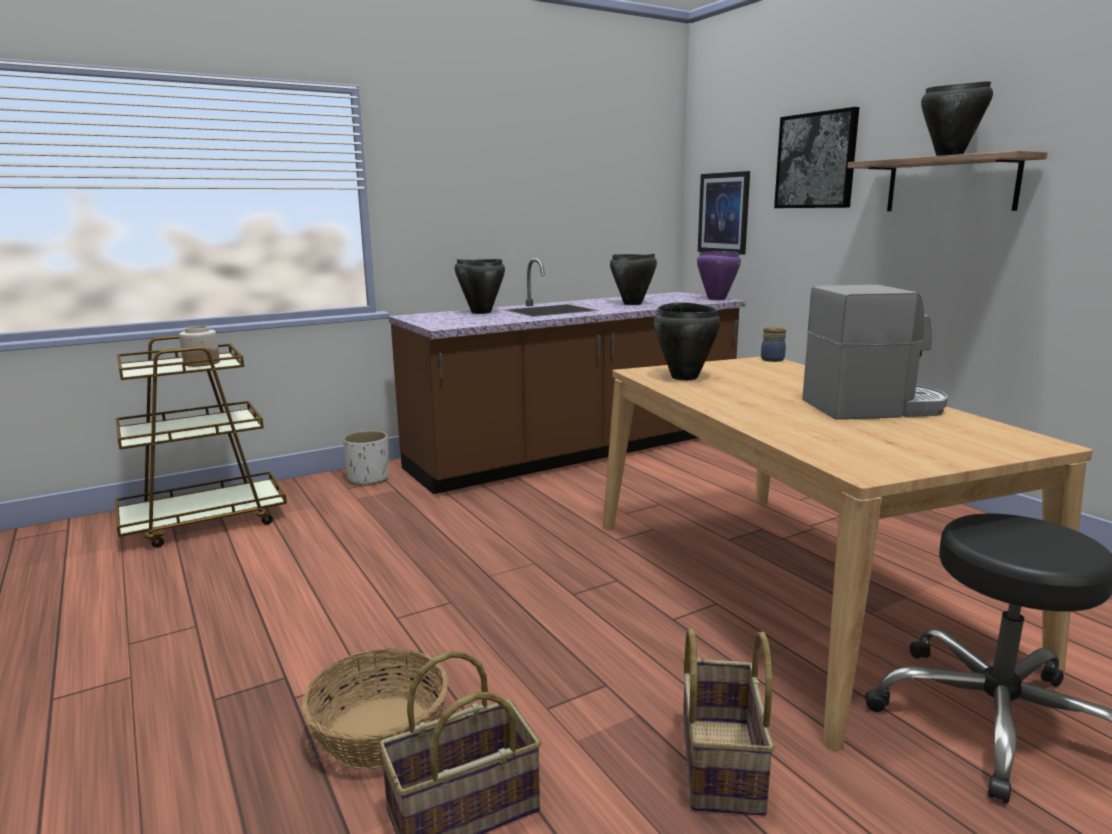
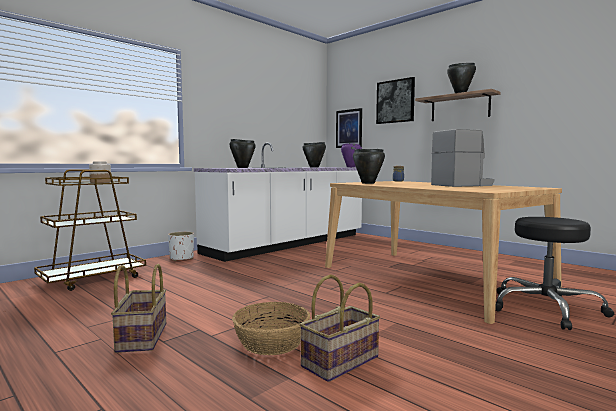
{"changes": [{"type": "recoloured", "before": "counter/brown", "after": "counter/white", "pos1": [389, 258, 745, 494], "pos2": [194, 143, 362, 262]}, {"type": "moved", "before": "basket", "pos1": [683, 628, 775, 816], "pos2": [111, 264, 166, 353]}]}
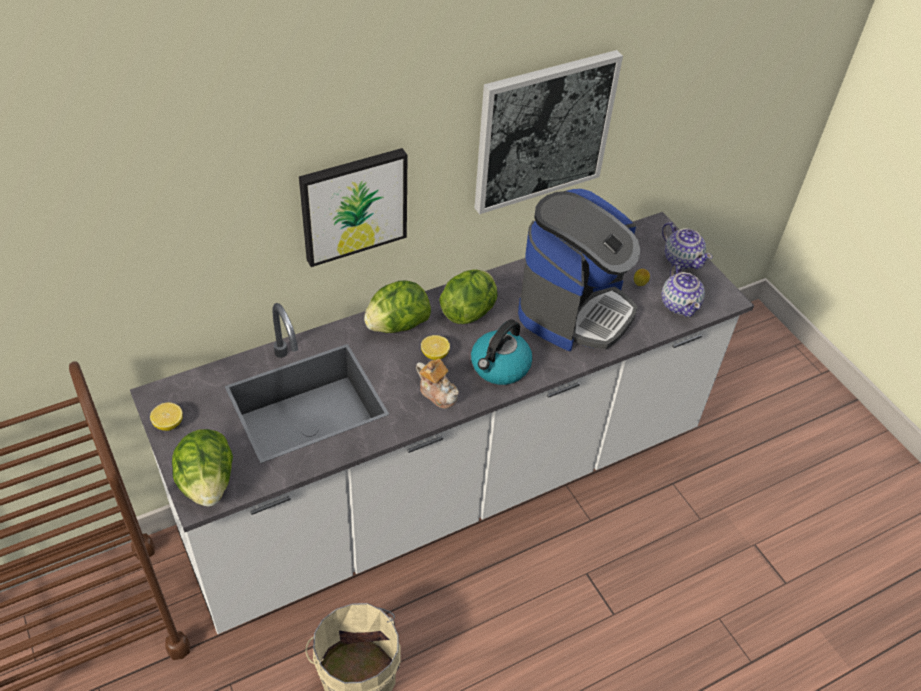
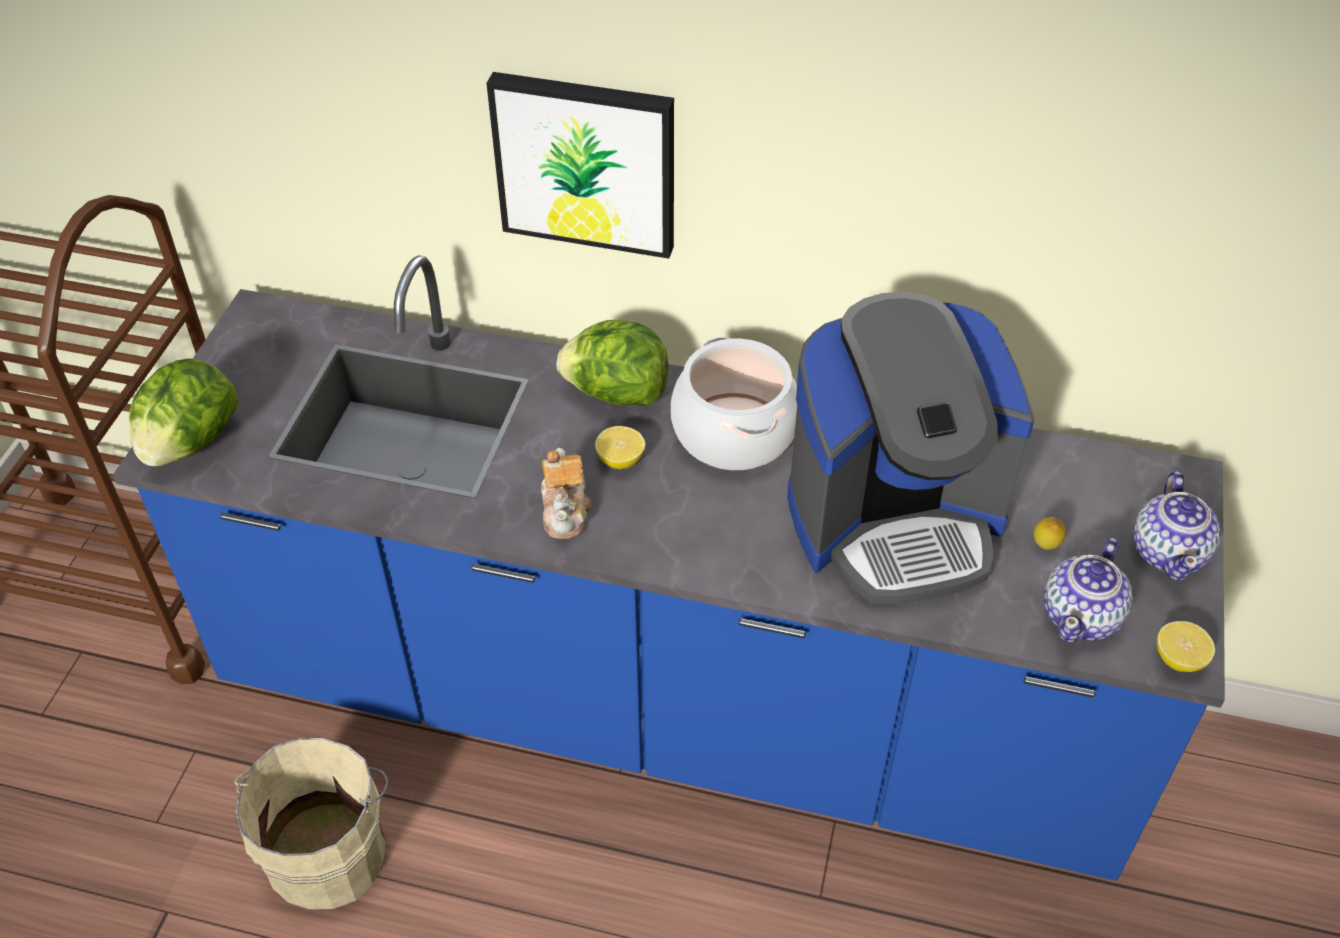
{"changes": [{"type": "removed", "before": "picture", "pos1": [474, 50, 623, 214]}, {"type": "recoloured", "before": "counter/white", "after": "counter/blue", "pos1": [130, 212, 754, 634], "pos2": [113, 255, 1225, 881]}, {"type": "replaced", "before": "lettuce", "after": "cooking pot", "pos1": [439, 269, 498, 324], "pos2": [671, 337, 797, 470]}, {"type": "removed", "before": "kettle", "pos1": [471, 319, 532, 385]}, {"type": "moved", "before": "lemon", "pos1": [150, 402, 183, 431], "pos2": [1157, 621, 1215, 672]}]}
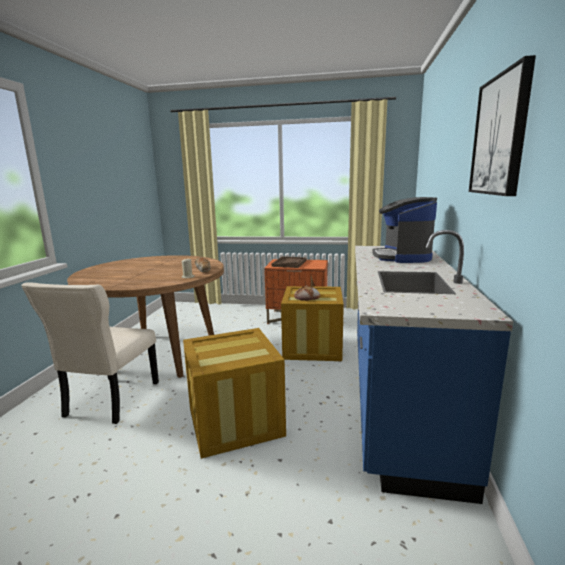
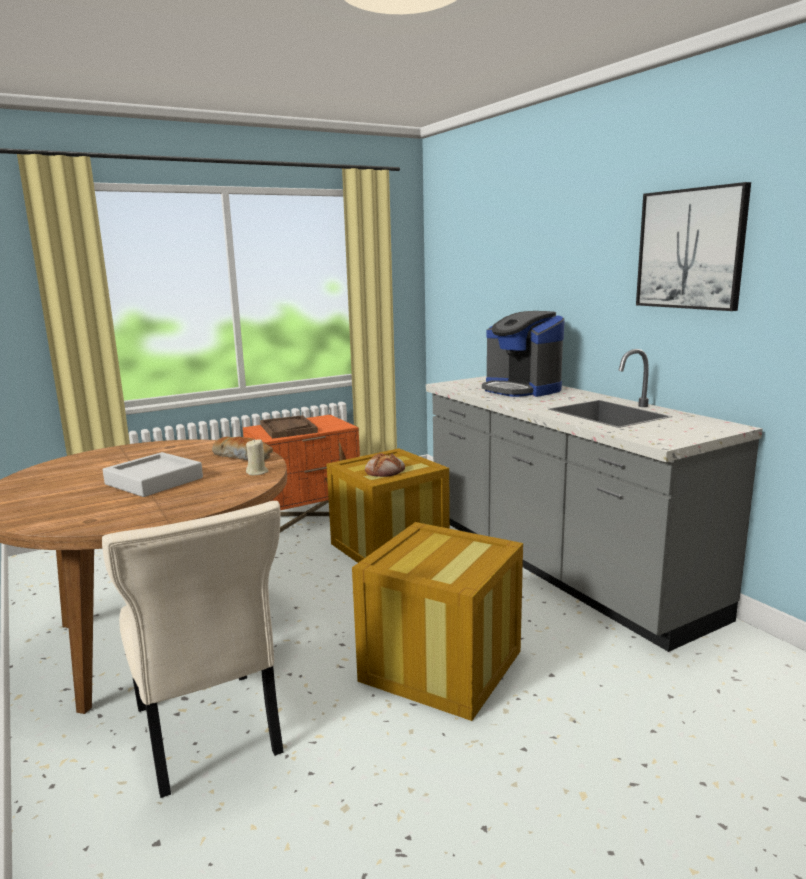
{"changes": [{"type": "recoloured", "before": "counter/blue", "after": "counter/grey", "pos1": [355, 230, 514, 504], "pos2": [426, 349, 763, 652]}, {"type": "added", "after": "tray/grey", "pos2": [103, 452, 203, 497]}]}
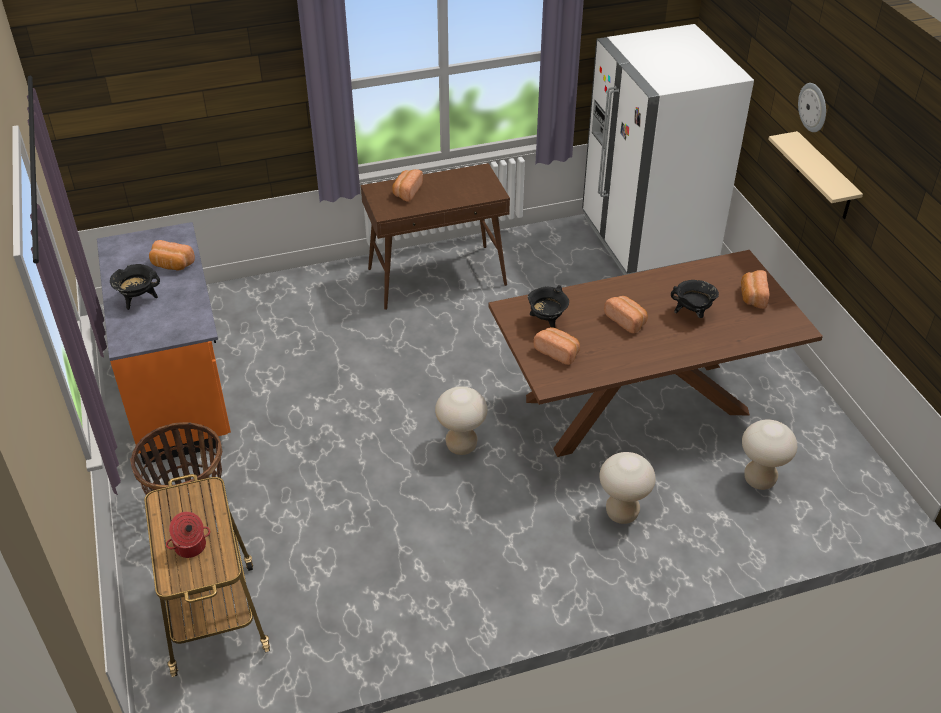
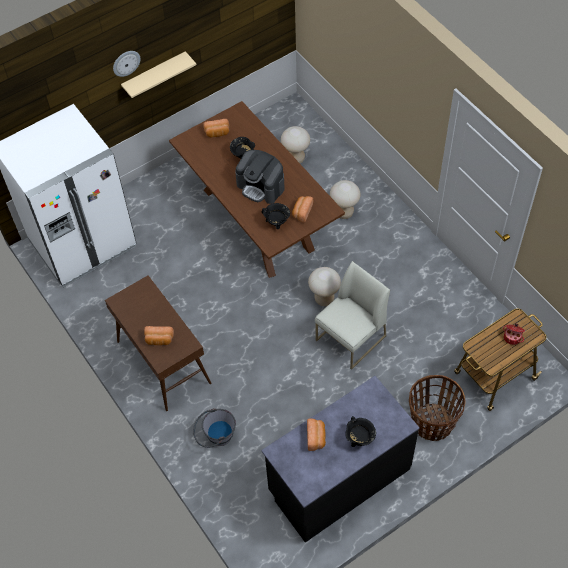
{"changes": [{"type": "recoloured", "before": "counter/orange", "after": "counter/black", "pos1": [97, 222, 231, 464], "pos2": [261, 376, 419, 543]}, {"type": "replaced", "before": "bread", "after": "coffee machine", "pos1": [604, 296, 648, 334], "pos2": [235, 150, 285, 204]}, {"type": "added", "after": "chair/white", "pos2": [315, 261, 390, 370]}, {"type": "added", "after": "bucket/grey", "pos2": [193, 408, 236, 448]}]}
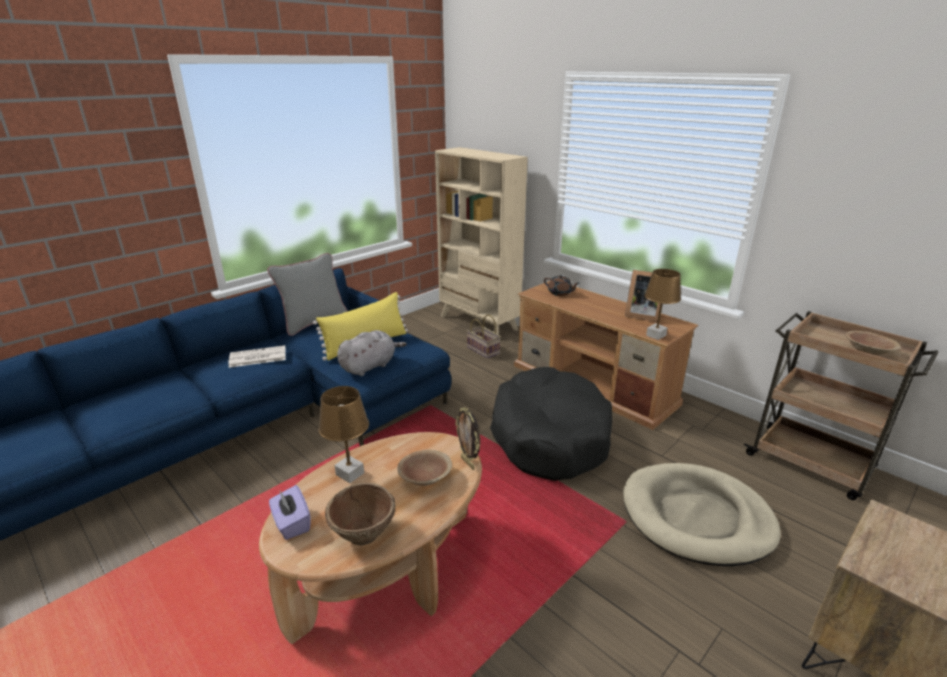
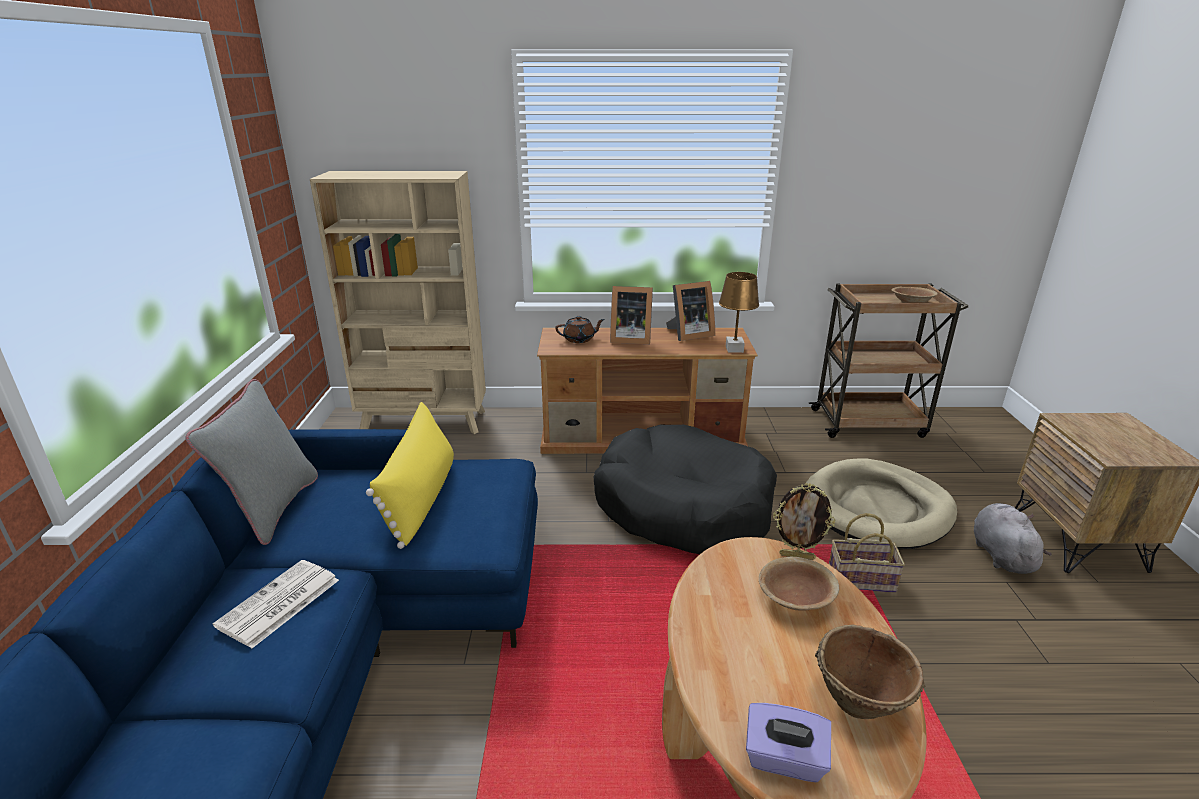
{"changes": [{"type": "moved", "before": "basket", "pos1": [466, 314, 501, 358], "pos2": [829, 513, 905, 593]}, {"type": "moved", "before": "plush toy/grey", "pos1": [337, 330, 407, 376], "pos2": [974, 503, 1052, 574]}, {"type": "removed", "before": "table lamp/brown", "pos1": [318, 386, 369, 483]}, {"type": "added", "after": "picture frame", "pos2": [610, 286, 653, 344]}]}
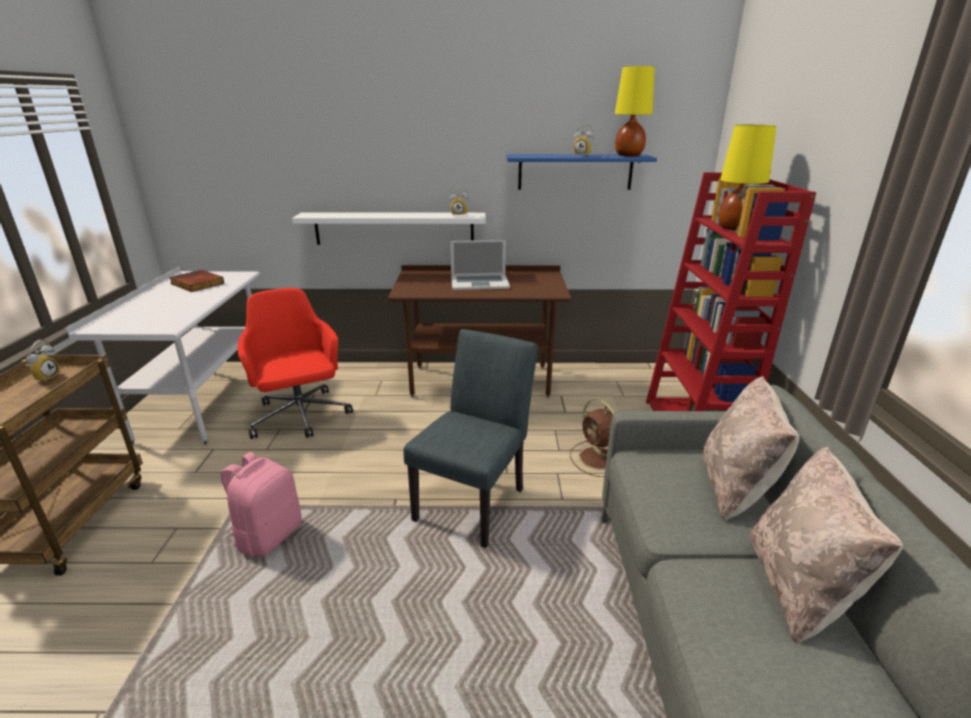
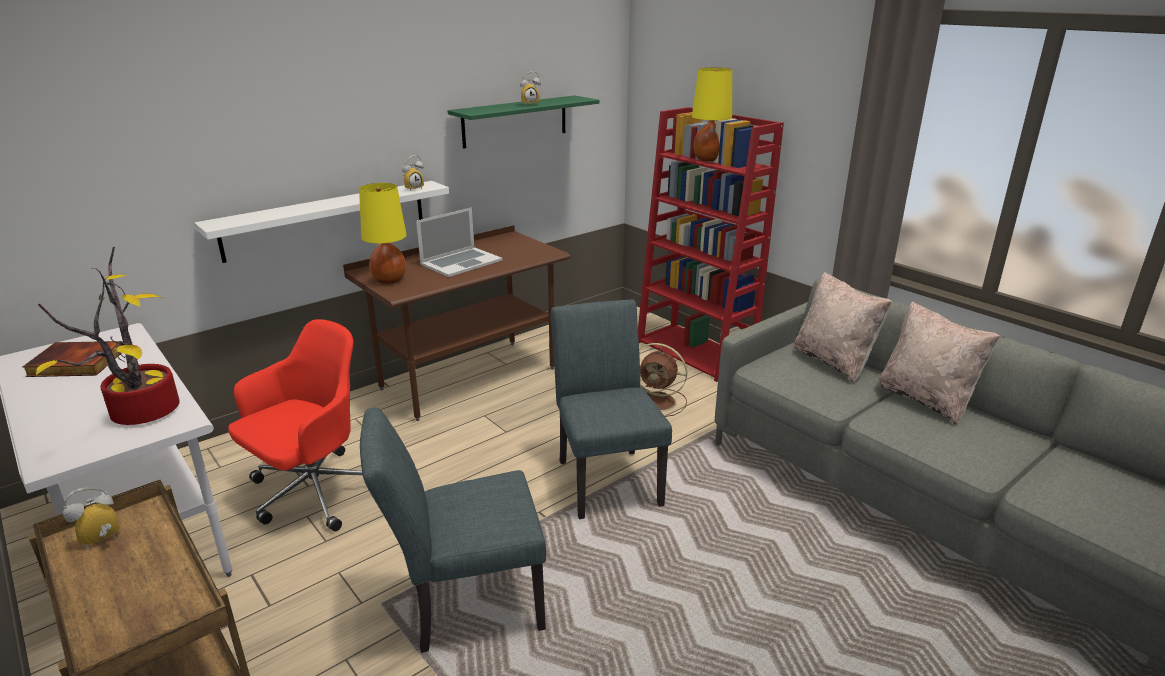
{"changes": [{"type": "moved", "before": "table lamp/yellow", "pos1": [615, 66, 655, 157], "pos2": [359, 183, 407, 284]}, {"type": "recoloured", "before": "shelf/blue", "after": "shelf/green", "pos1": [506, 154, 657, 190], "pos2": [448, 95, 599, 149]}, {"type": "turned", "before": "office chair/red", "pos1": [238, 288, 353, 439], "pos2": [228, 319, 363, 531], "turn": 105}, {"type": "turned", "before": "alarm clock", "pos1": [25, 340, 60, 382], "pos2": [63, 487, 120, 550], "turn": -105}, {"type": "replaced", "before": "backpack/pink", "after": "chair/grey", "pos1": [221, 452, 302, 557], "pos2": [360, 407, 546, 653]}, {"type": "added", "after": "potted plant", "pos2": [36, 247, 180, 425]}]}
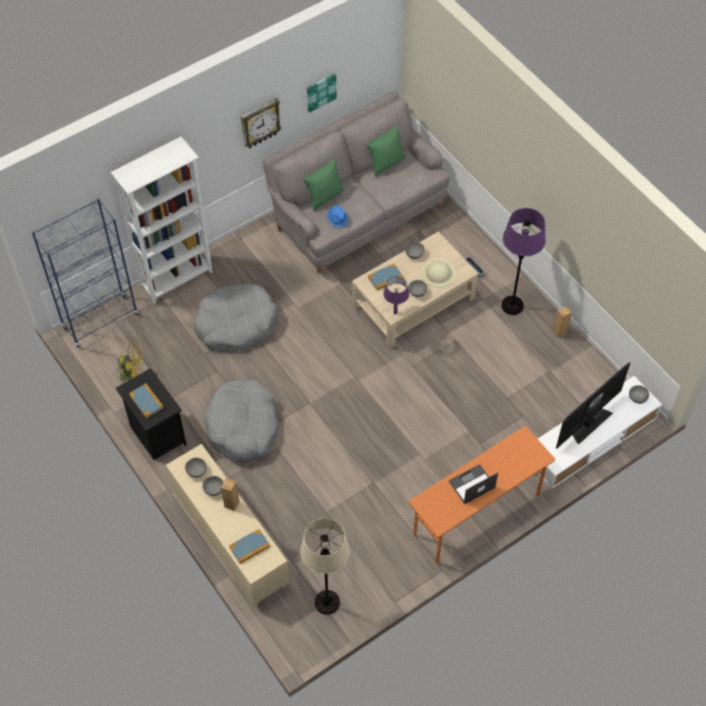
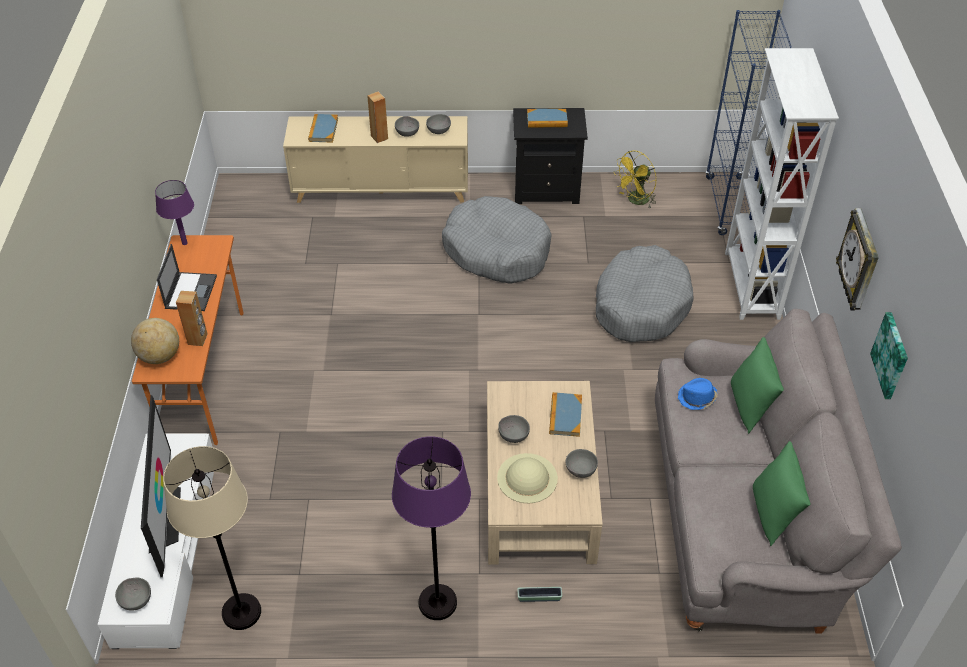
{"changes": [{"type": "moved", "before": "table lamp/purple", "pos1": [383, 276, 409, 315], "pos2": [155, 180, 194, 245]}, {"type": "moved", "before": "speaker/brown", "pos1": [553, 306, 572, 338], "pos2": [176, 291, 207, 346]}, {"type": "moved", "before": "floor lamp/beige", "pos1": [300, 518, 350, 615], "pos2": [163, 446, 261, 630]}, {"type": "added", "after": "globe", "pos2": [131, 318, 179, 364]}]}
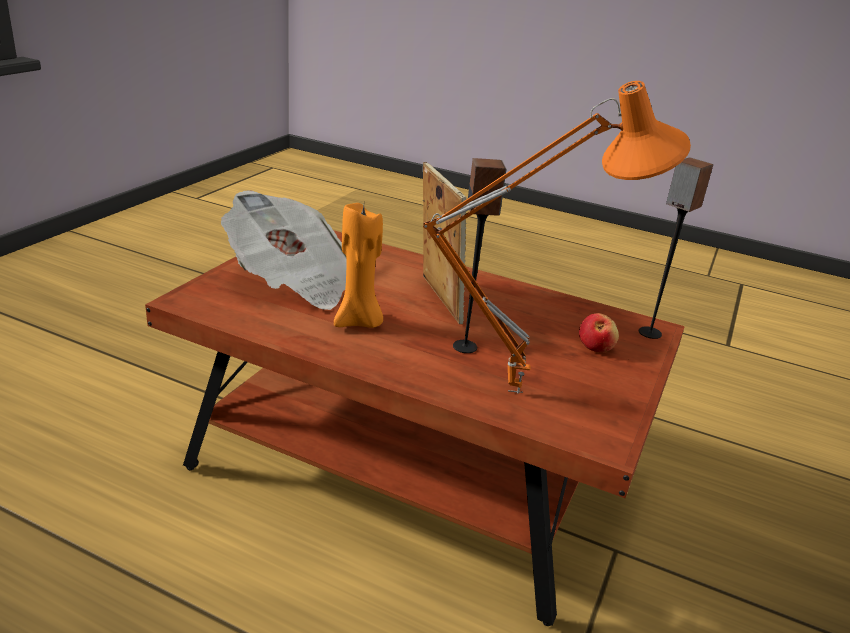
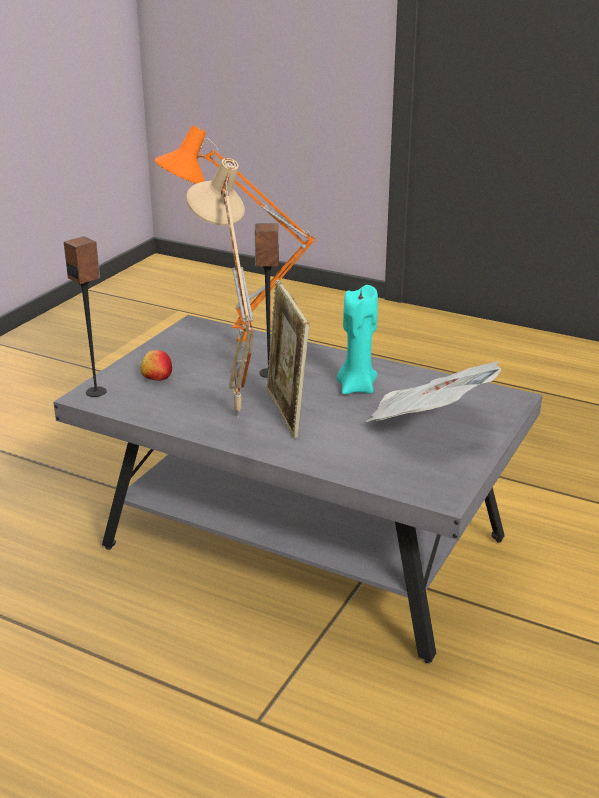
{"changes": [{"type": "recoloured", "before": "candle/orange", "after": "candle/turquoise", "pos1": [334, 203, 383, 328], "pos2": [337, 285, 378, 394]}, {"type": "recoloured", "before": "coffee table/brown", "after": "coffee table/grey", "pos1": [145, 230, 685, 626], "pos2": [53, 315, 542, 663]}, {"type": "added", "after": "table lamp/beige", "pos2": [186, 158, 254, 418]}]}
